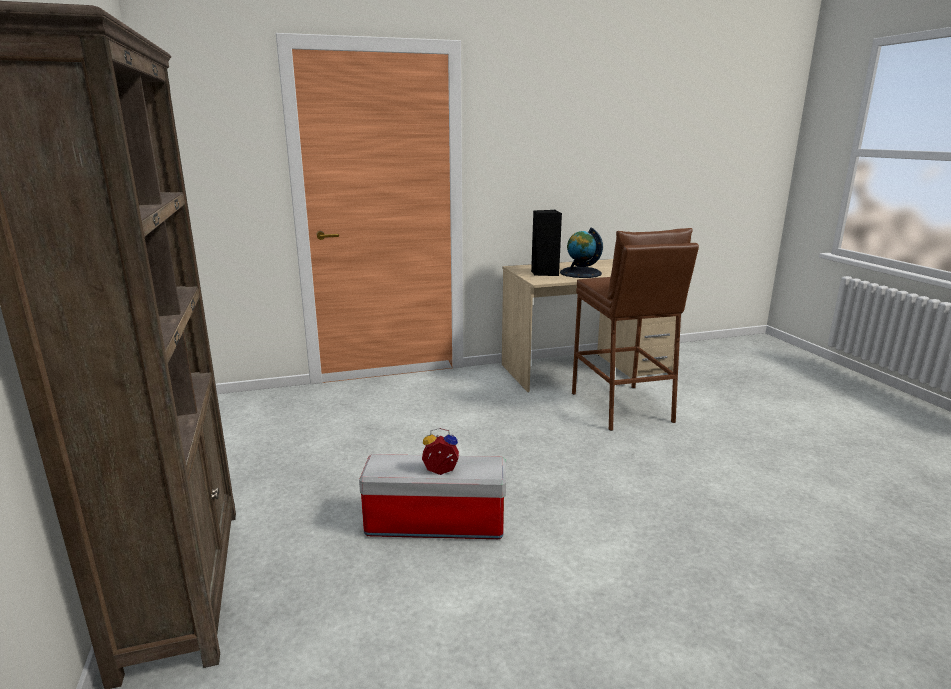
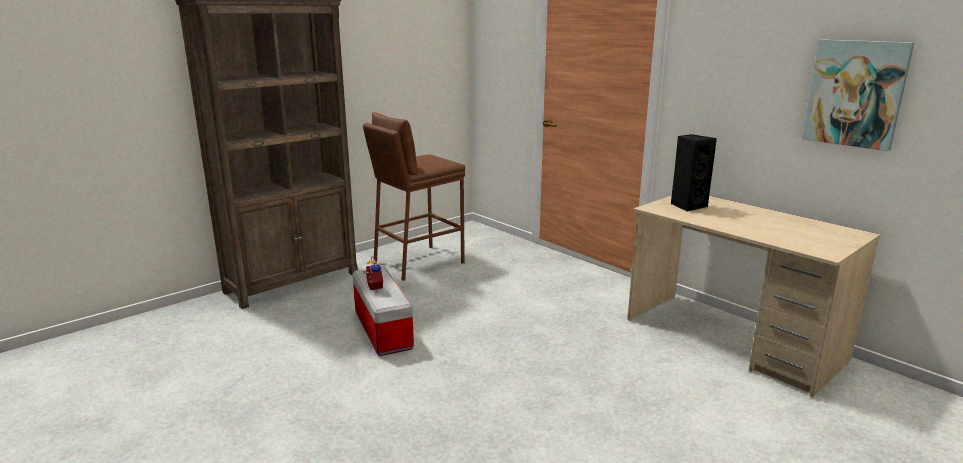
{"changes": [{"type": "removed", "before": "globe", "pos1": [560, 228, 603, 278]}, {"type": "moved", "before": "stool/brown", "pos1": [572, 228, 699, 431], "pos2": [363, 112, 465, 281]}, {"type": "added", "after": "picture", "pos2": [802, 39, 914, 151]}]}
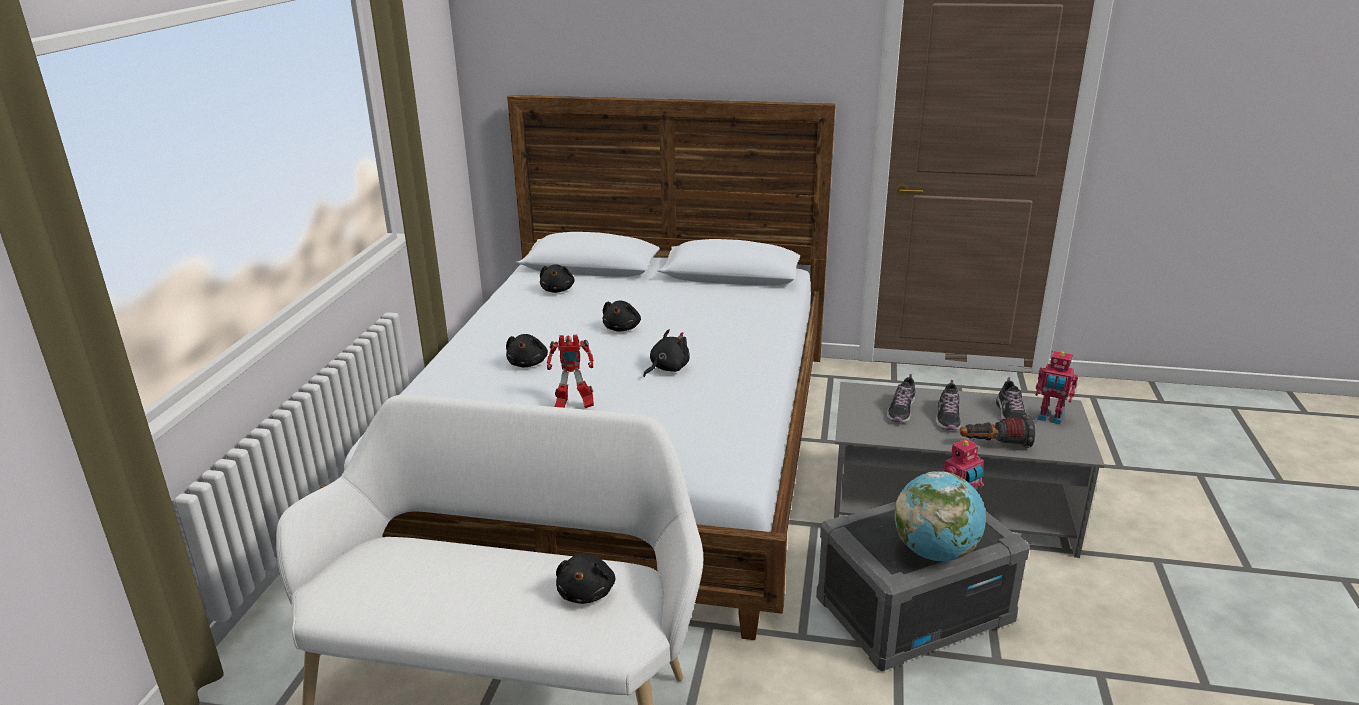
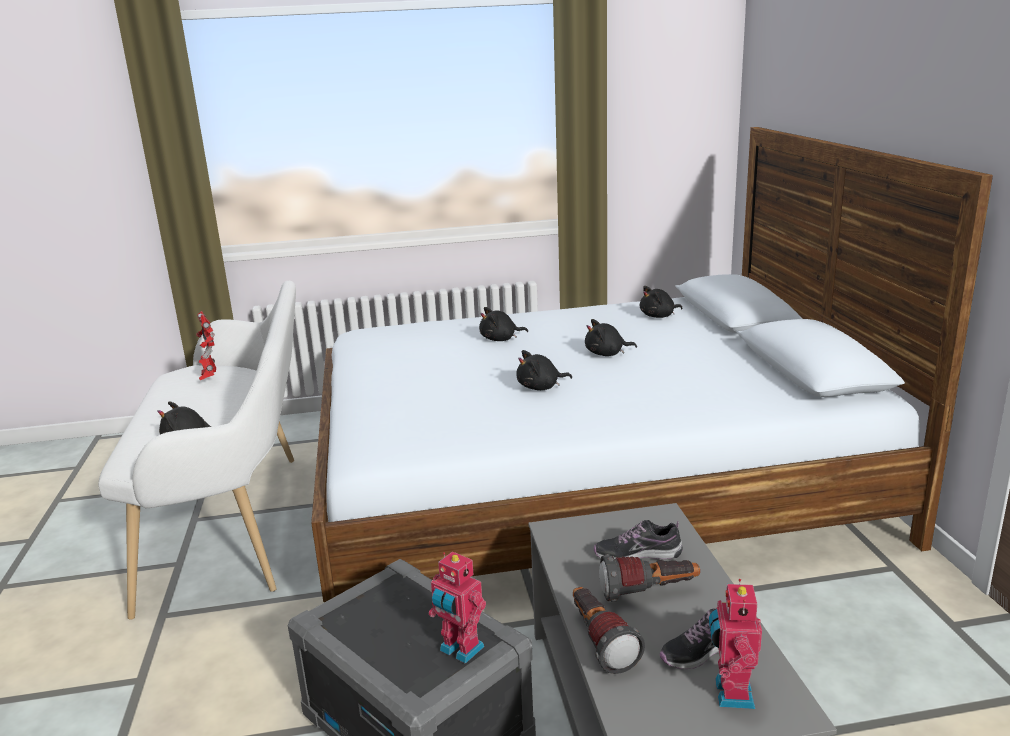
{"changes": [{"type": "turned", "before": "plush toy/black", "pos1": [643, 329, 690, 377], "pos2": [516, 350, 572, 390], "turn": 135}, {"type": "moved", "before": "toy robot", "pos1": [547, 335, 594, 408], "pos2": [196, 311, 216, 381]}, {"type": "replaced", "before": "shoe", "after": "flashlight", "pos1": [936, 380, 961, 430], "pos2": [599, 554, 700, 602]}, {"type": "removed", "before": "globe", "pos1": [895, 471, 986, 561]}]}
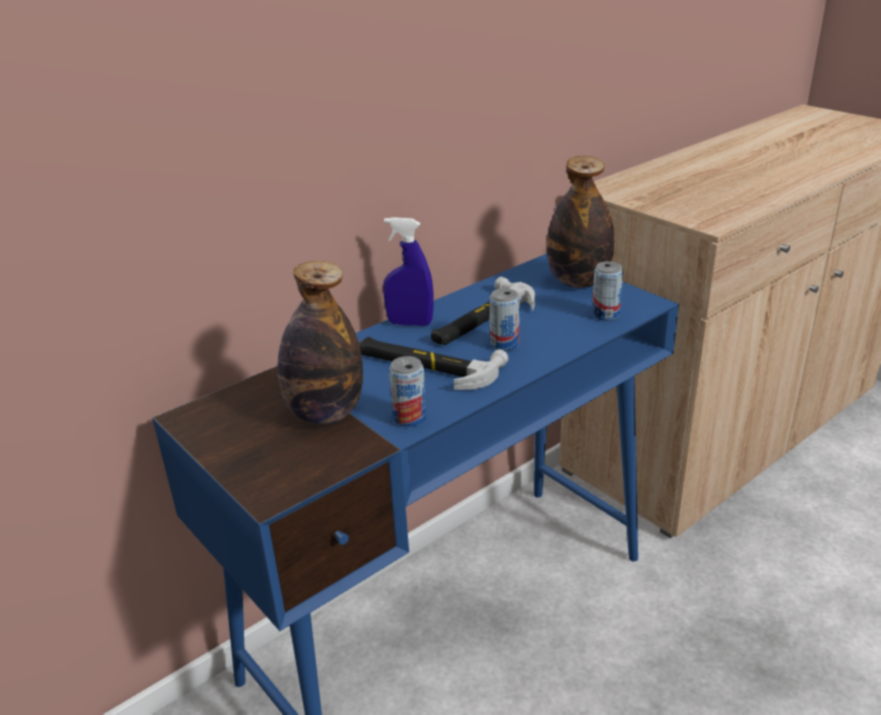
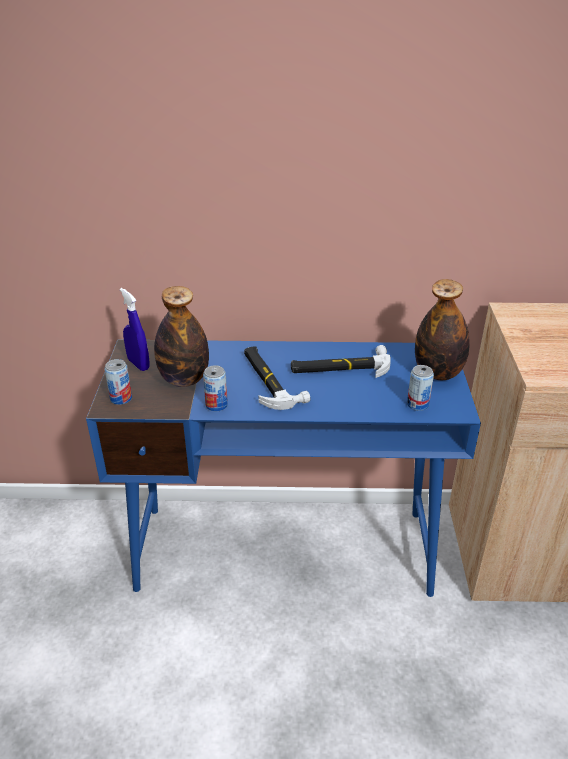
{"changes": [{"type": "moved", "before": "spray bottle/blue", "pos1": [383, 217, 434, 326], "pos2": [120, 288, 150, 371]}, {"type": "moved", "before": "can", "pos1": [489, 288, 520, 351], "pos2": [104, 359, 132, 405]}]}
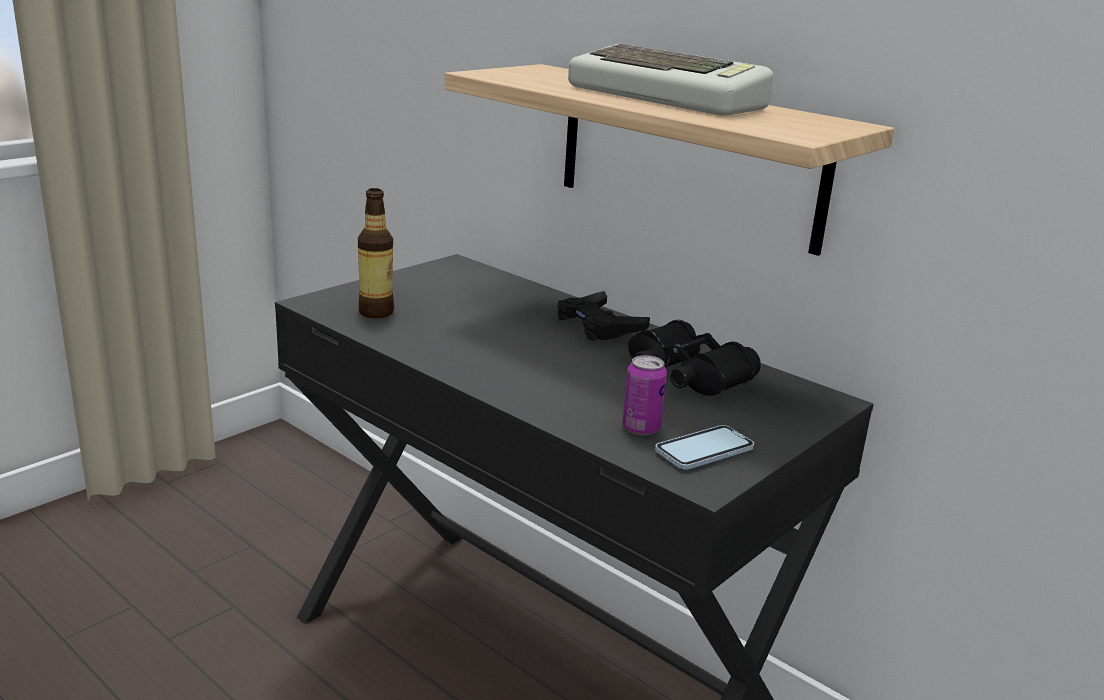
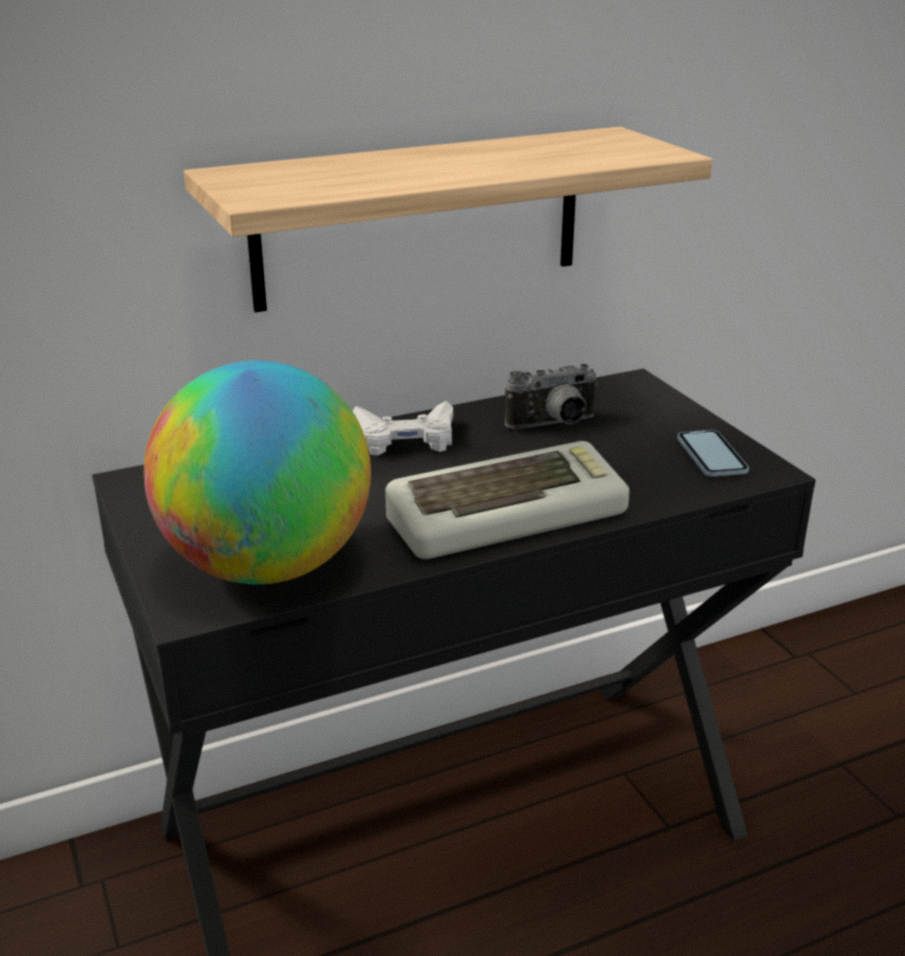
{"changes": [{"type": "moved", "before": "keyboard", "pos1": [568, 44, 773, 116], "pos2": [385, 441, 629, 559]}, {"type": "replaced", "before": "bottle", "after": "globe", "pos1": [358, 188, 394, 318], "pos2": [144, 360, 371, 584]}, {"type": "recoloured", "before": "game controller/black", "after": "game controller/white", "pos1": [557, 291, 650, 341], "pos2": [353, 401, 453, 456]}, {"type": "replaced", "before": "binoculars/black", "after": "photo camera", "pos1": [628, 320, 761, 396], "pos2": [505, 364, 599, 429]}, {"type": "removed", "before": "can", "pos1": [622, 355, 667, 436]}]}
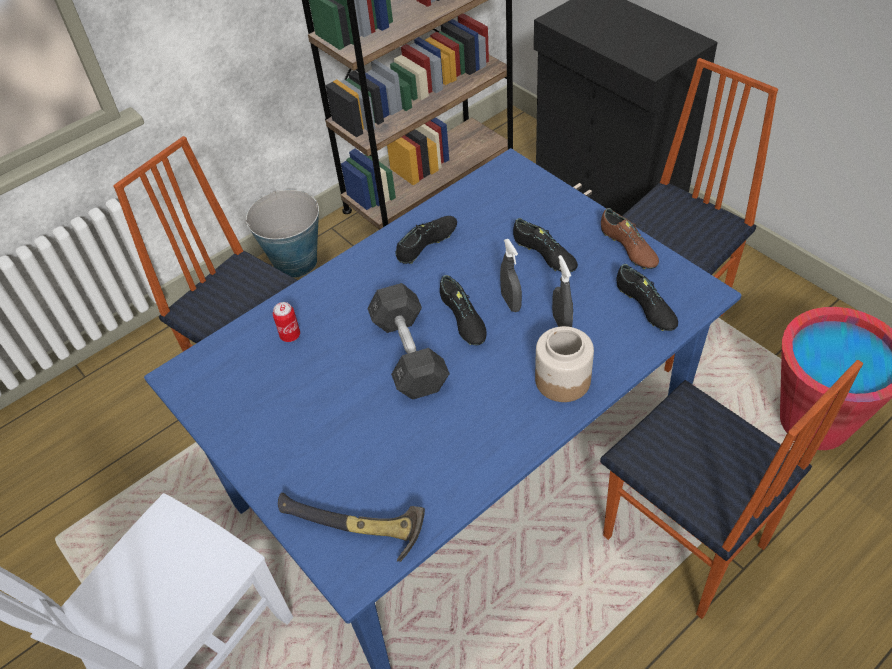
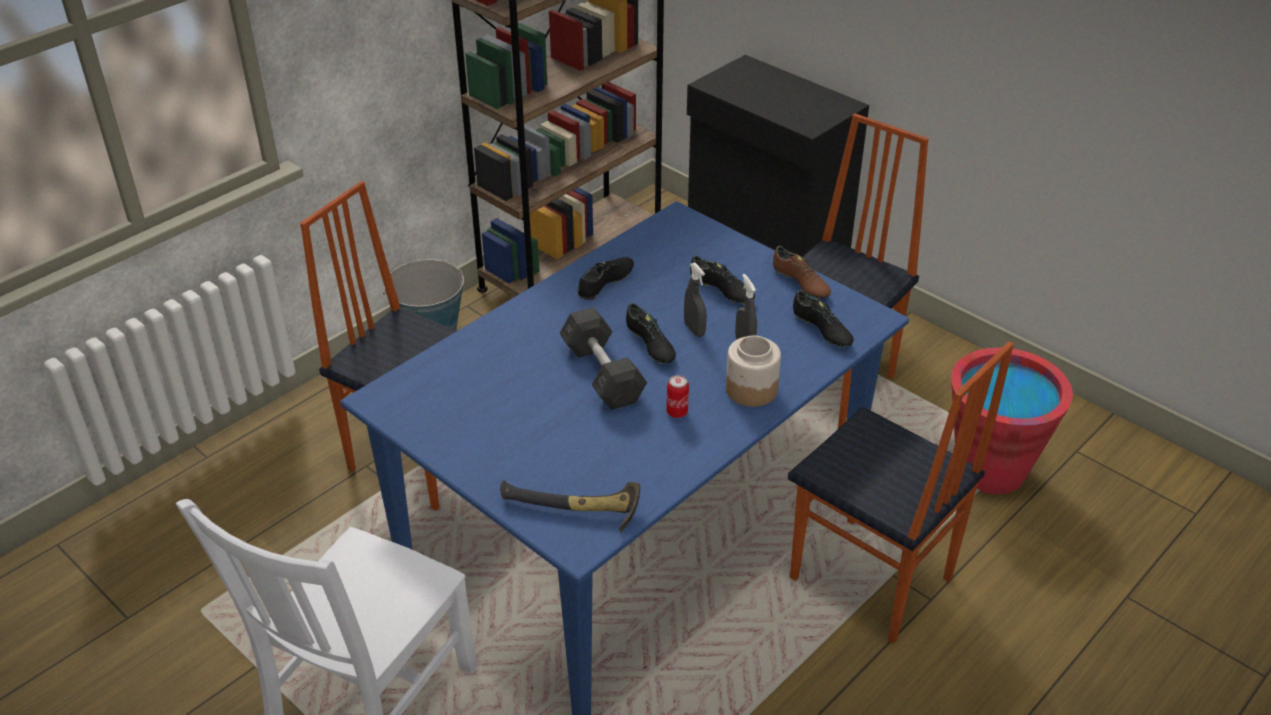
{"changes": [{"type": "moved", "before": "can", "pos1": [273, 302, 300, 342], "pos2": [666, 375, 689, 418]}]}
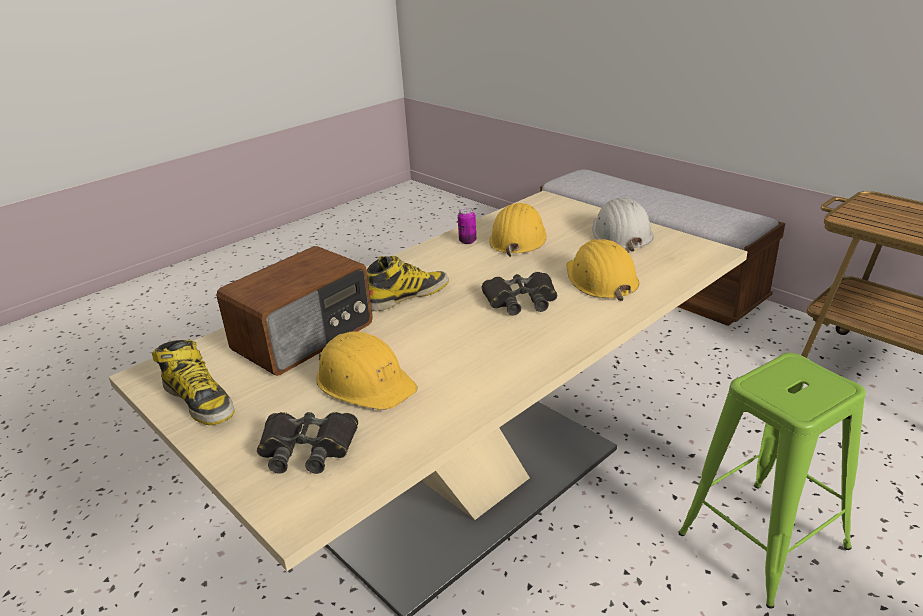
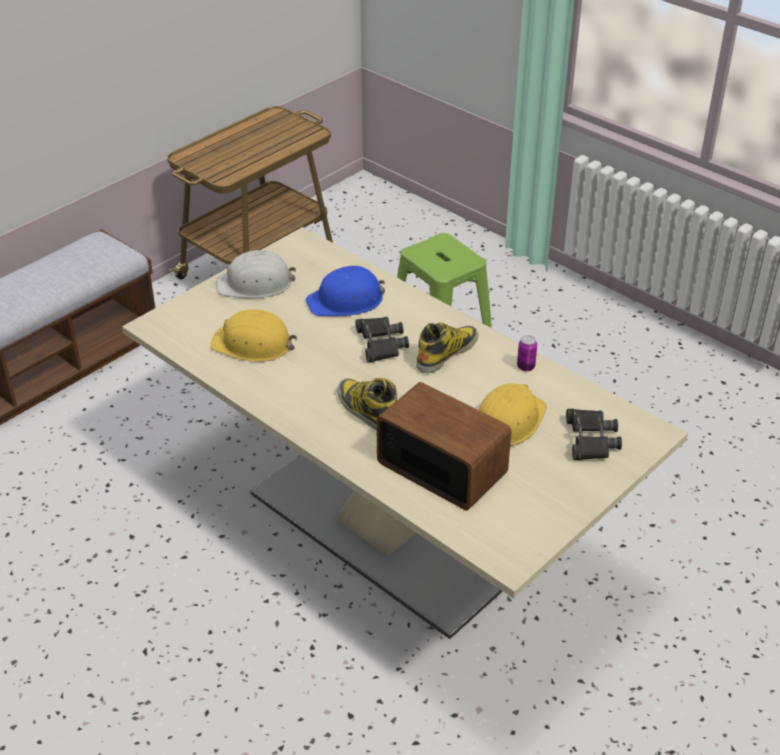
{"changes": [{"type": "moved", "before": "can", "pos1": [458, 208, 476, 244], "pos2": [517, 335, 537, 371]}, {"type": "recoloured", "before": "hard hat/yellow", "after": "hard hat/blue", "pos1": [566, 239, 639, 301], "pos2": [306, 266, 385, 316]}, {"type": "moved", "before": "boot", "pos1": [152, 339, 235, 425], "pos2": [416, 323, 479, 373]}]}
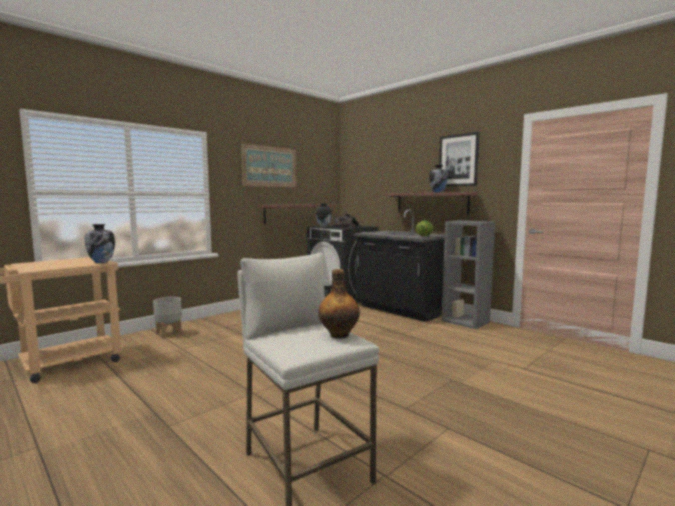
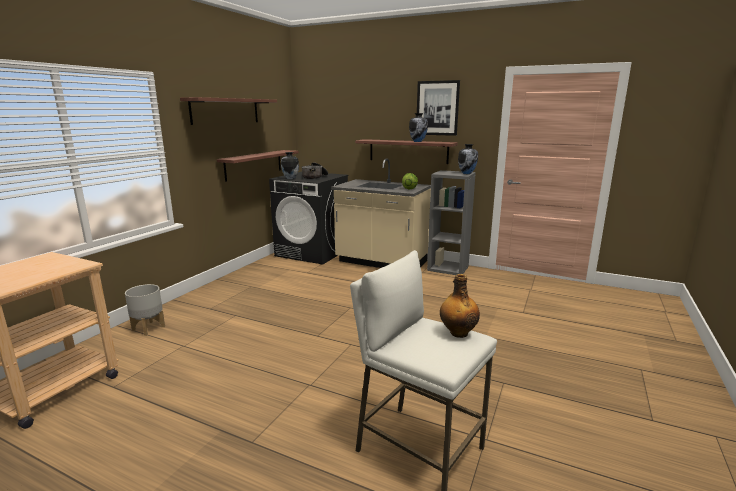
{"changes": [{"type": "replaced", "before": "picture", "after": "shelf", "pos1": [241, 143, 296, 187], "pos2": [180, 97, 277, 125]}, {"type": "recoloured", "before": "counter/black", "after": "counter/beige", "pos1": [354, 209, 445, 322], "pos2": [331, 158, 431, 268]}, {"type": "moved", "before": "vase", "pos1": [85, 224, 115, 263], "pos2": [458, 144, 478, 174]}]}
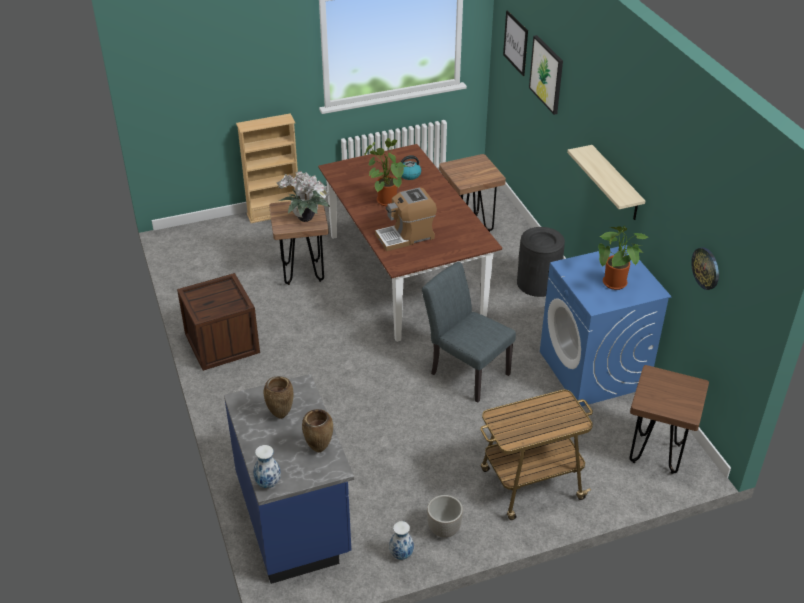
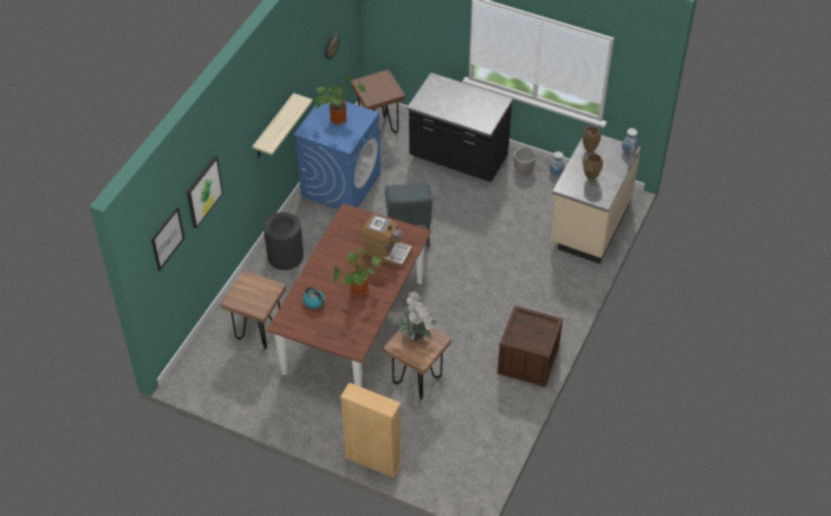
{"changes": [{"type": "recoloured", "before": "counter/blue", "after": "counter/beige", "pos1": [224, 374, 354, 584], "pos2": [551, 135, 641, 264]}, {"type": "replaced", "before": "cart", "after": "counter/black", "pos1": [480, 389, 593, 520], "pos2": [407, 73, 513, 182]}]}
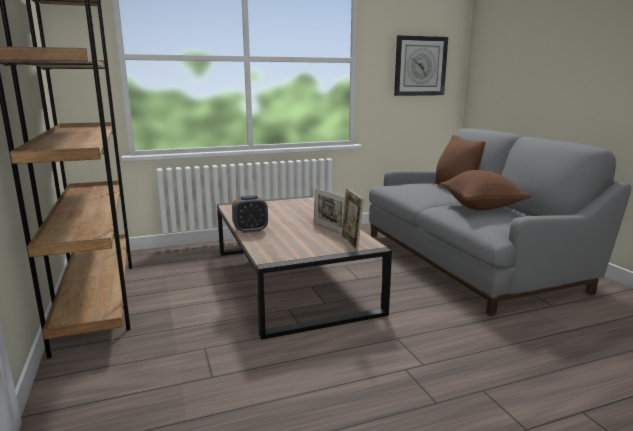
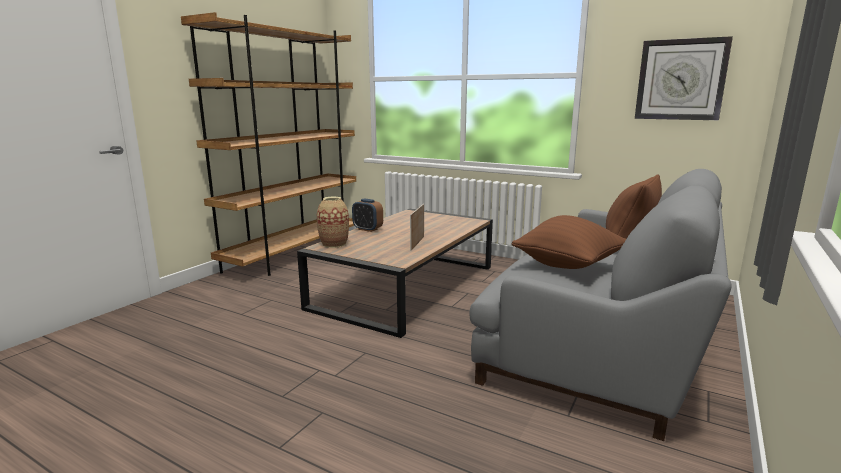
{"changes": [{"type": "removed", "before": "picture frame", "pos1": [340, 188, 364, 251]}, {"type": "added", "after": "vase", "pos2": [317, 197, 349, 248]}]}
